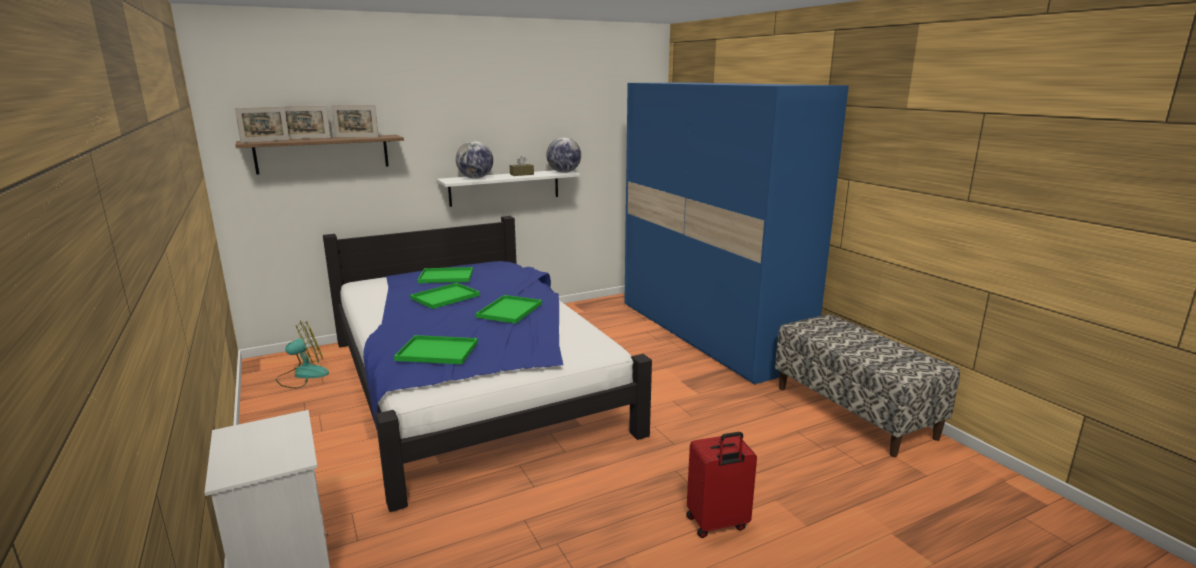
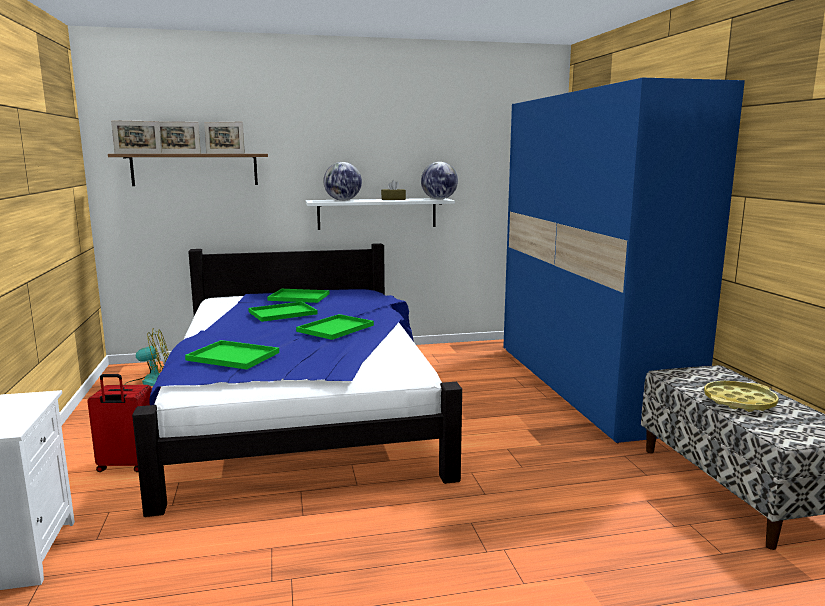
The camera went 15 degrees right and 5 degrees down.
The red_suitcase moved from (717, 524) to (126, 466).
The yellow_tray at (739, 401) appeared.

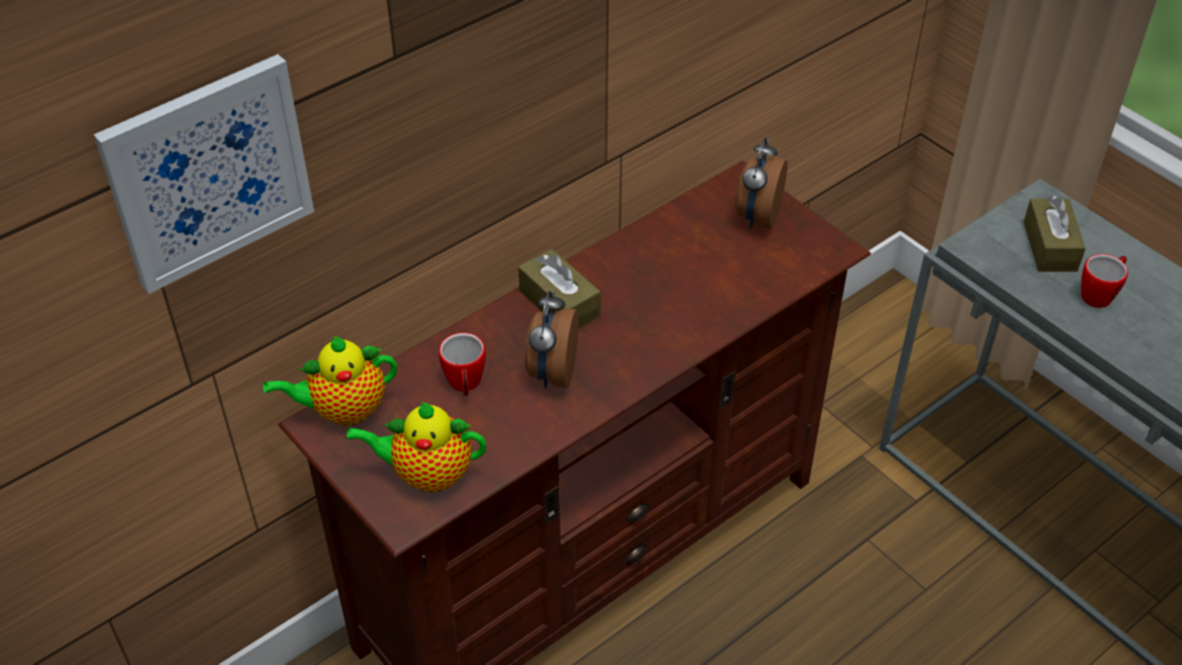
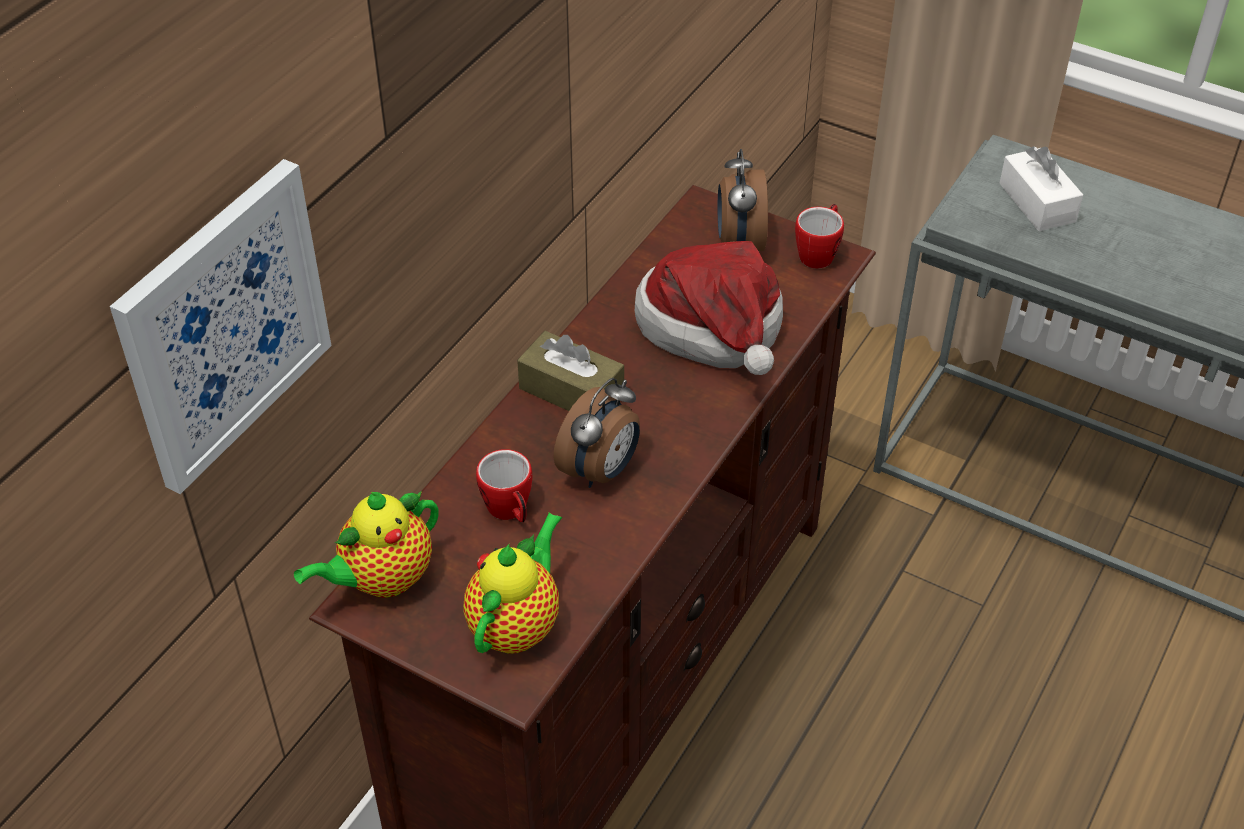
The camera went 20 degrees left and 0 degrees up.
The teapot at (427, 474) turned 135 degrees clockwise.
The alarm_clock at (551, 372) turned 135 degrees counterclockwise.
The brown_tissue_box at (1049, 246) became the white_tissue_box at (1037, 202).
The mug moved from (1100, 294) to (819, 253).
The hat at (715, 334) appeared.

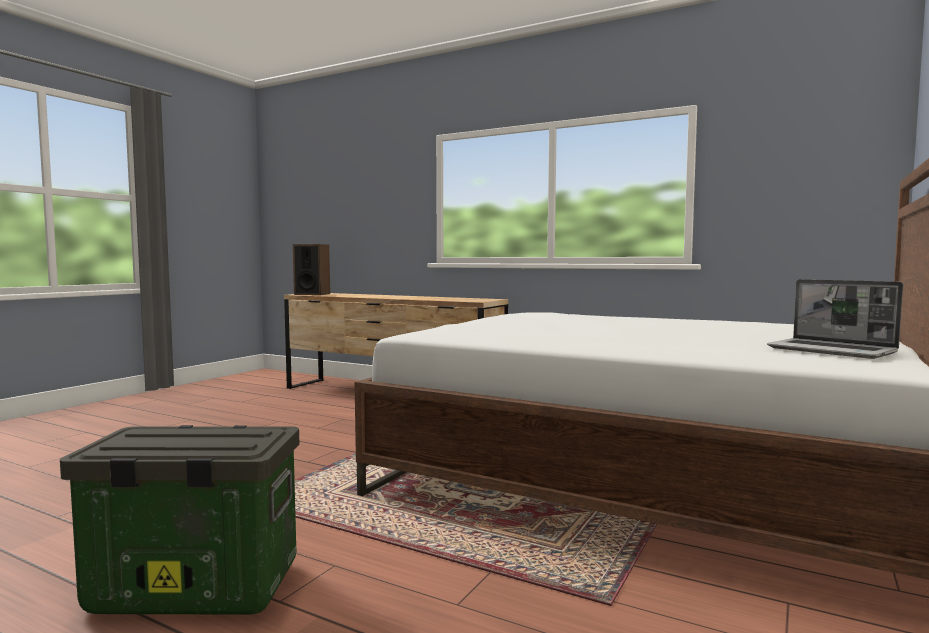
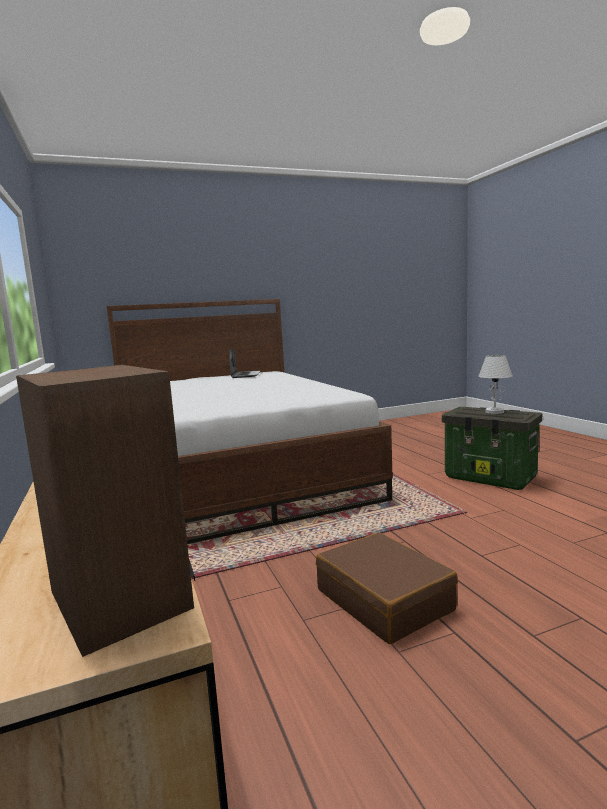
The camera went 140 degrees left and 5 degrees up.
The brown_suitcase at (384, 600) appeared.
The white_table_lamp at (494, 412) appeared.

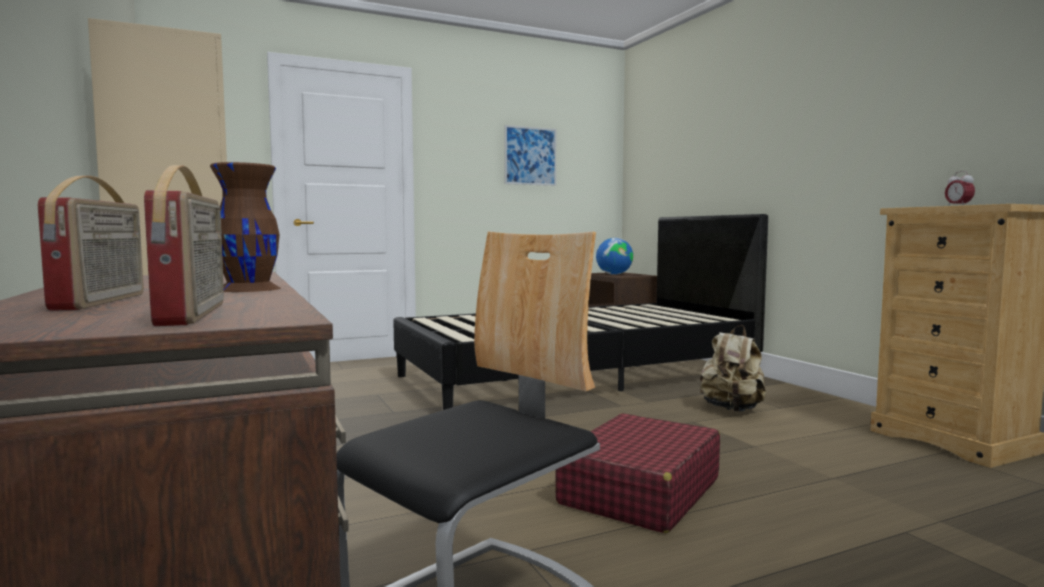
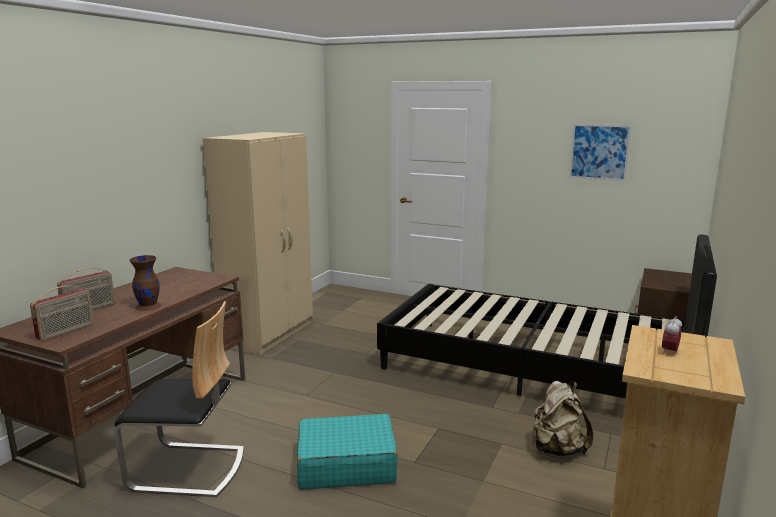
The camera went 50 degrees right and 10 degrees up.
The red_suitcase at (639, 492) became the turquoise_suitcase at (346, 464).
The globe at (614, 274) disappeared.

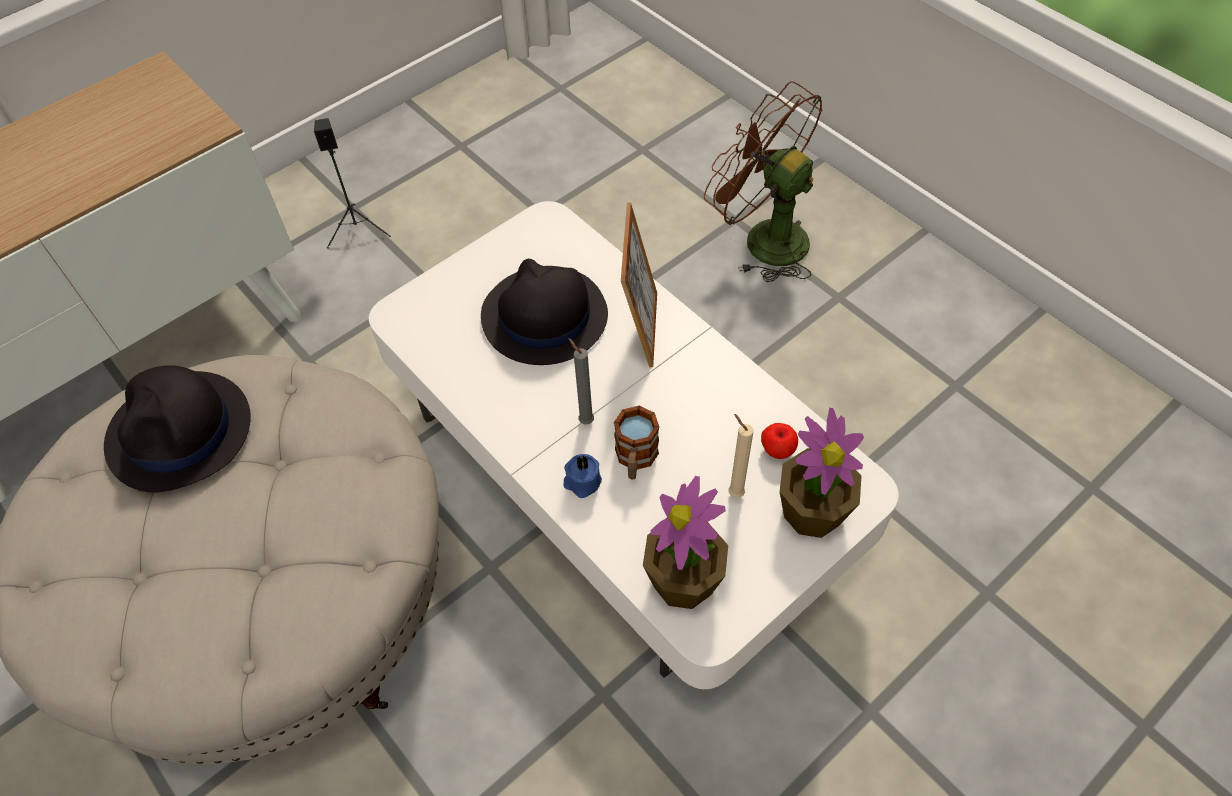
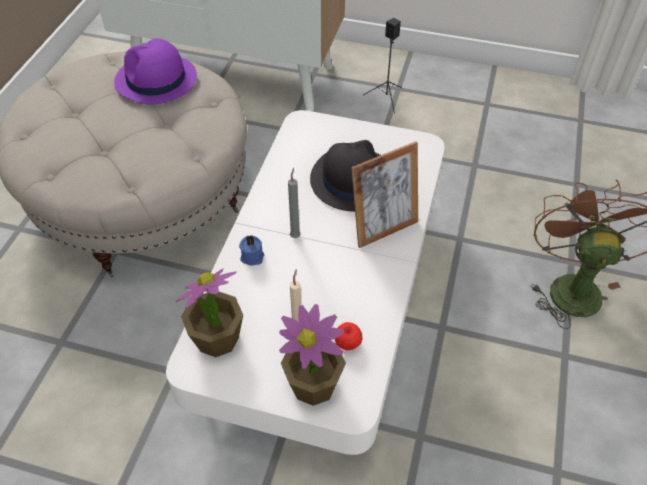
The camera went 55 degrees right and 5 degrees down.
The black_hat at (180, 433) became the purple_hat at (156, 80).
The mug at (635, 459) disappeared.

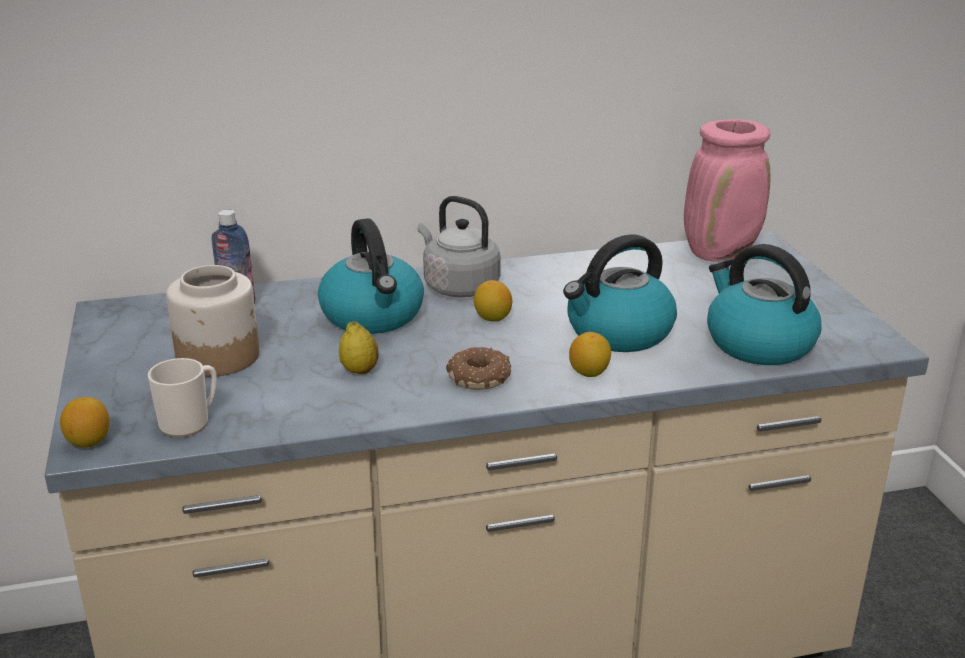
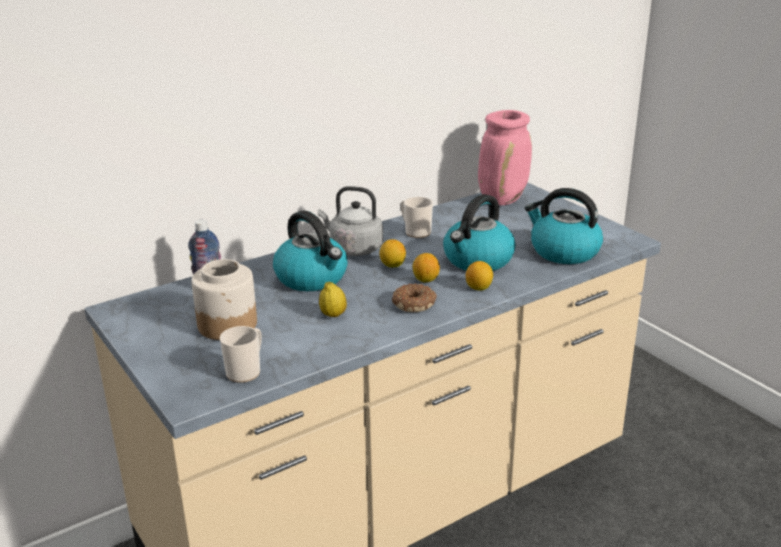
The camera went 20 degrees left and 0 degrees up.
The lemon moved from (89, 442) to (425, 280).
The mug at (415, 232) appeared.

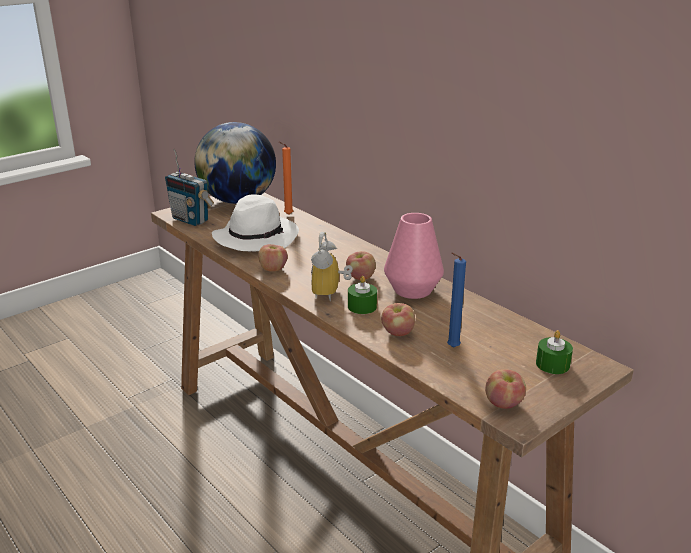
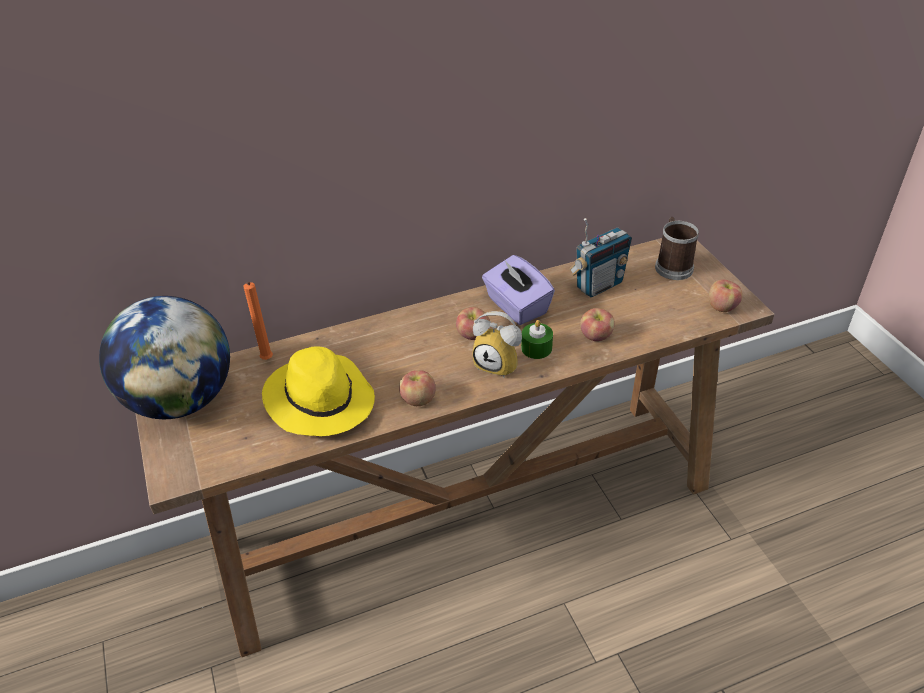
The camera went 70 degrees left and 15 degrees up.
The radio moved from (190, 220) to (598, 285).
The white_hat at (256, 237) became the yellow_hat at (319, 400).
The pink_vase at (412, 290) was replaced by the purple_tissue_box at (516, 306).
The blue_candle at (451, 348) disappeared.
The green_candle at (552, 364) was replaced by the mug at (672, 265).

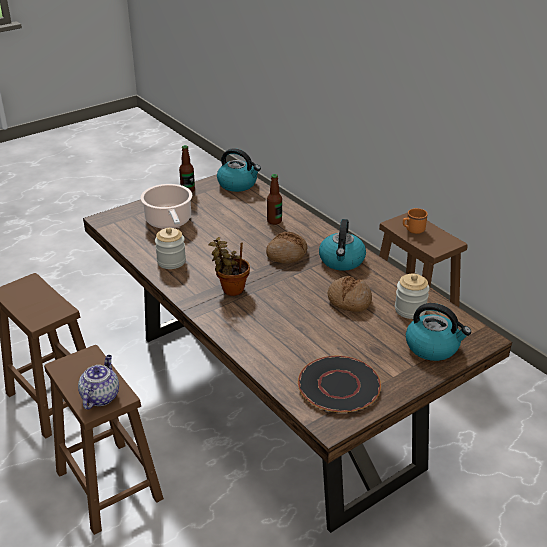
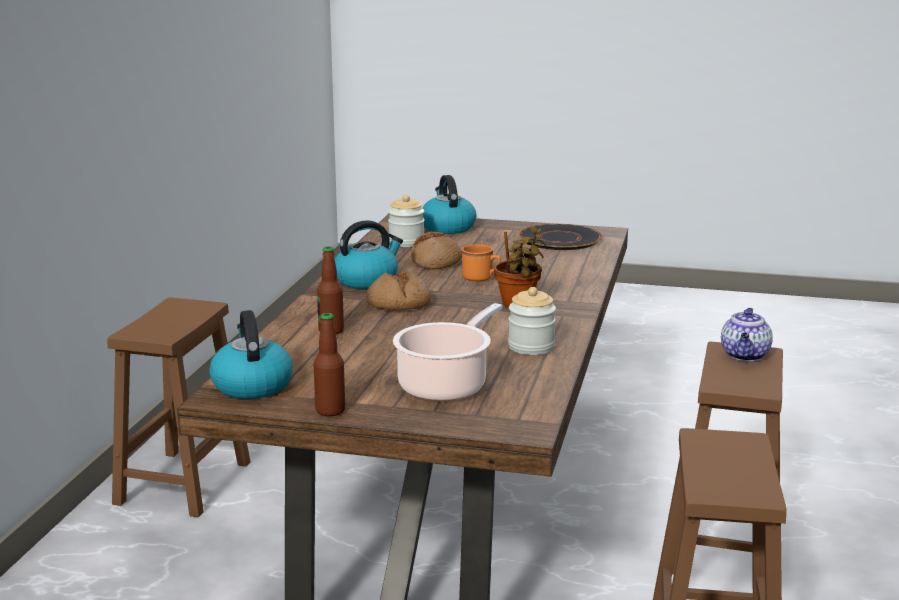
The camera went 130 degrees left and 15 degrees down.
The teapot at (100, 396) turned 45 degrees counterclockwise.
The orange_mug moved from (412, 230) to (481, 278).

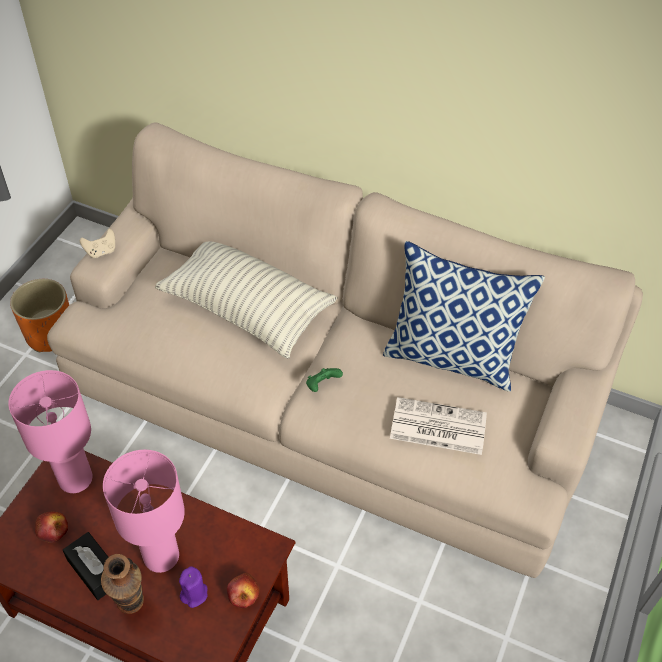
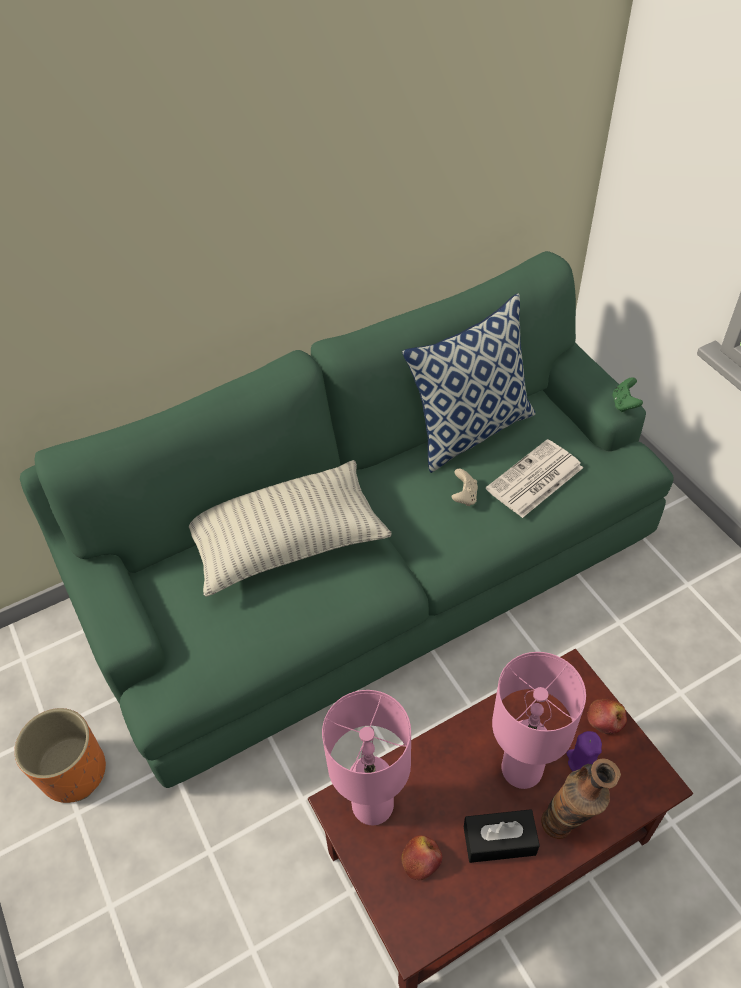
The camera went 50 degrees left and 0 degrees up.
The beige_sofa at (330, 400) became the green_sofa at (374, 568).
The beige_game_controller moved from (101, 251) to (464, 496).
The green_game_controller moved from (322, 385) to (624, 404).

